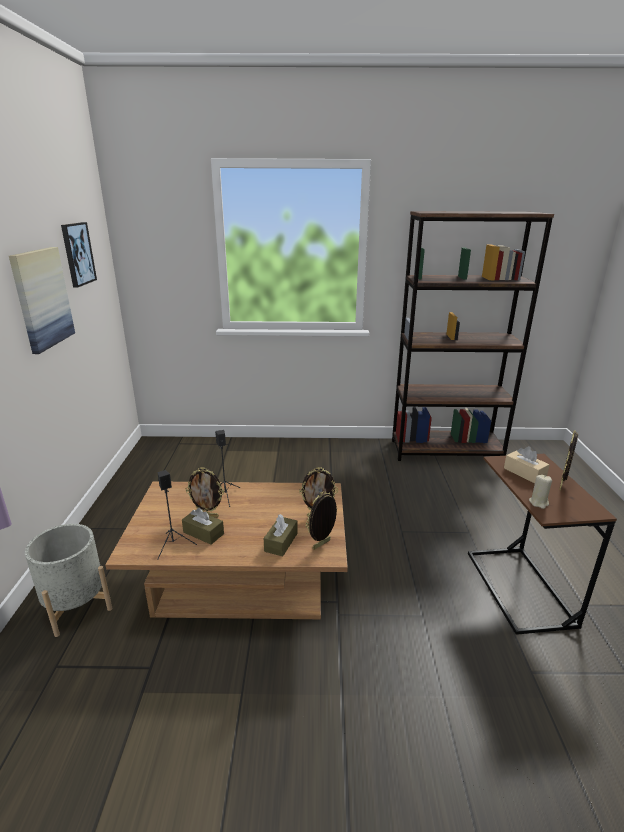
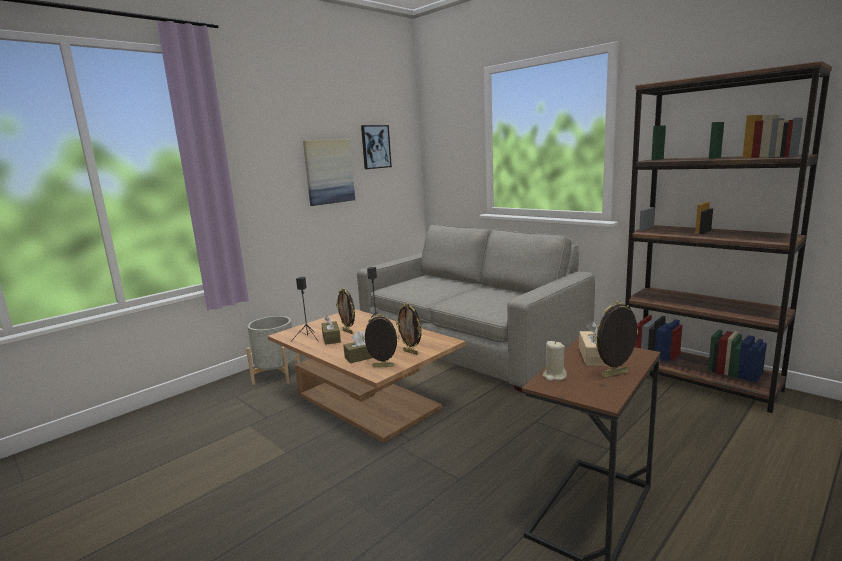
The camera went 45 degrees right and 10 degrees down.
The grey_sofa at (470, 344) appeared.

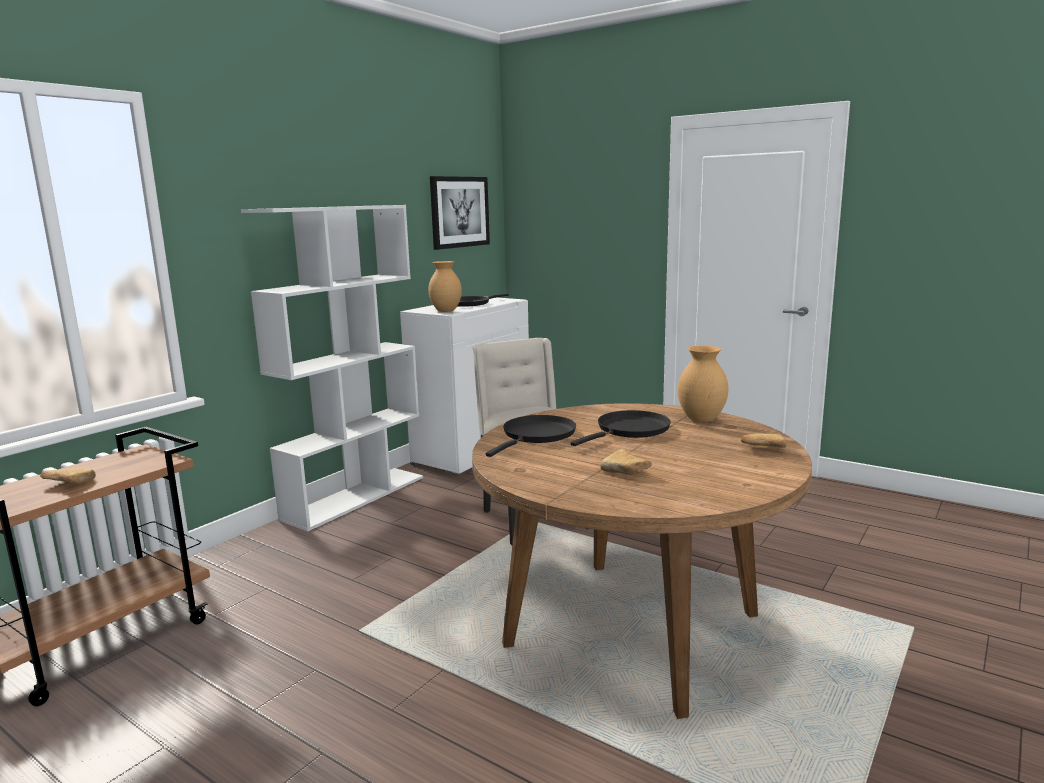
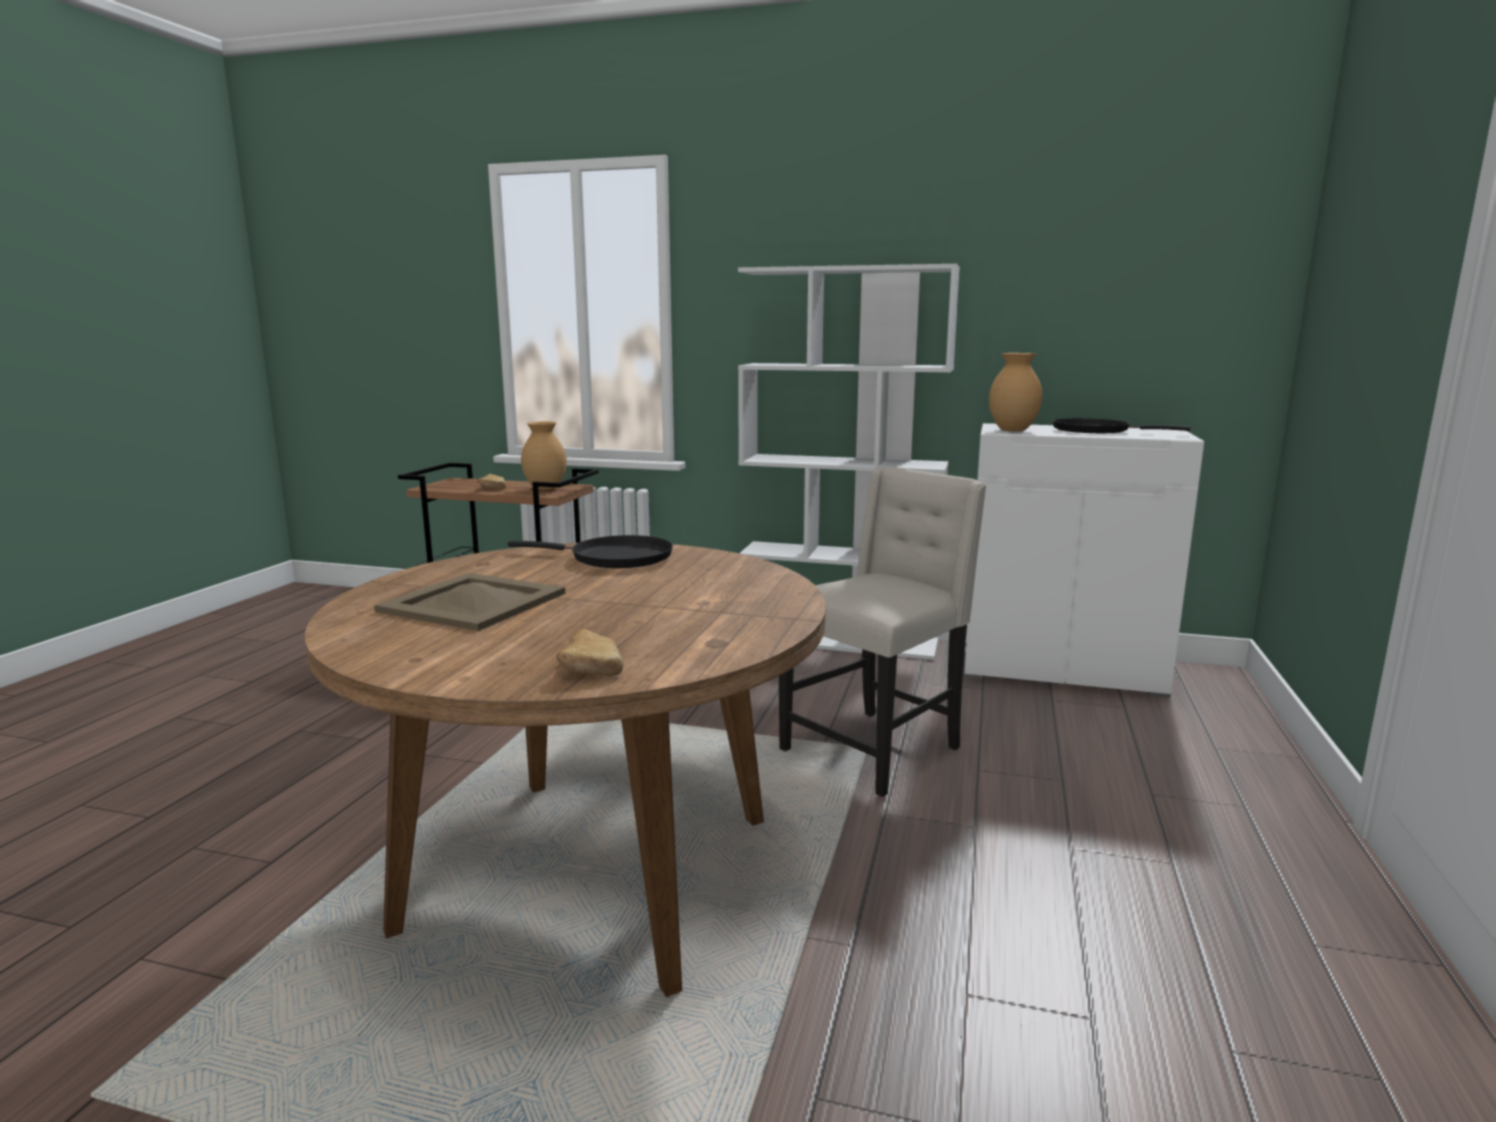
The camera went 70 degrees right and 0 degrees up.
The picture at (459, 212) disappeared.
The black_frying_pan at (630, 430) disappeared.
The bread at (627, 472) was replaced by the beige_tray at (473, 601).
The brown_vase moved from (702, 419) to (545, 489).

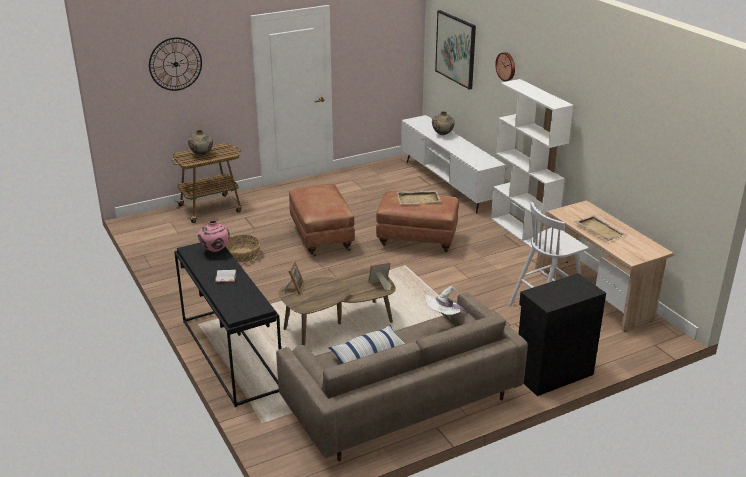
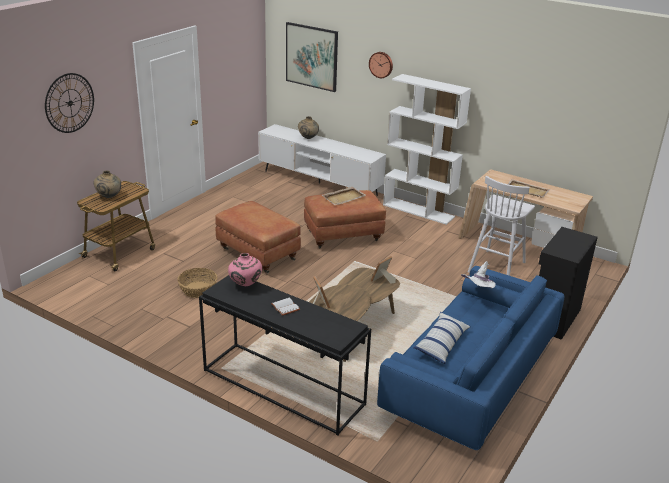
The camera went 30 degrees left and 0 degrees up.
The beige_sofa at (401, 402) became the blue_sofa at (470, 379).

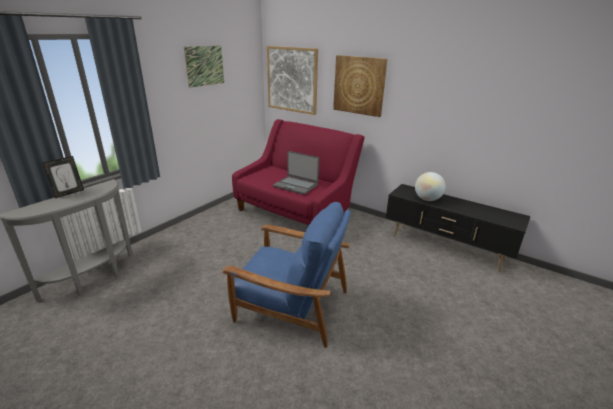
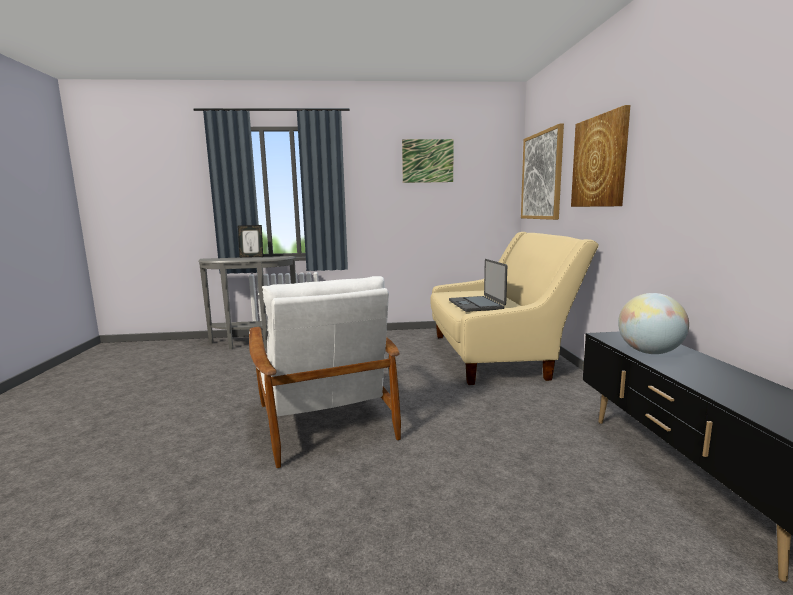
The camera went 50 degrees right and 15 degrees down.
The blue_armchair at (290, 306) became the white_armchair at (324, 420).
The red_sofa at (295, 212) became the beige_sofa at (496, 355).

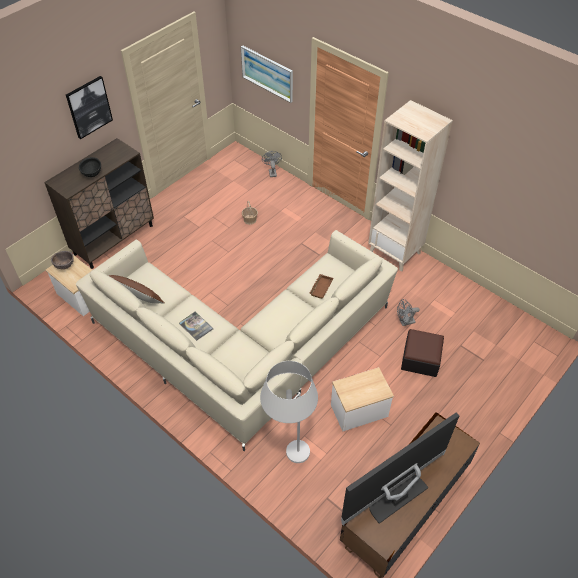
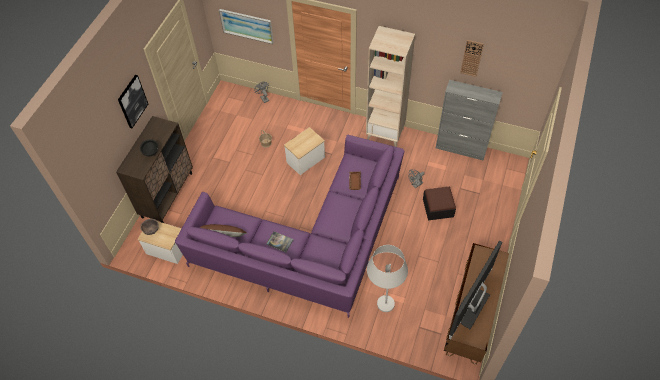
The camera went 20 degrees left and 5 degrees up.
The beige_sofa at (242, 346) became the purple_sofa at (310, 244).
The side_table moved from (359, 410) to (305, 160).
The grey_cabinet at (461, 148) appeared.
The wall_clock at (471, 58) appeared.

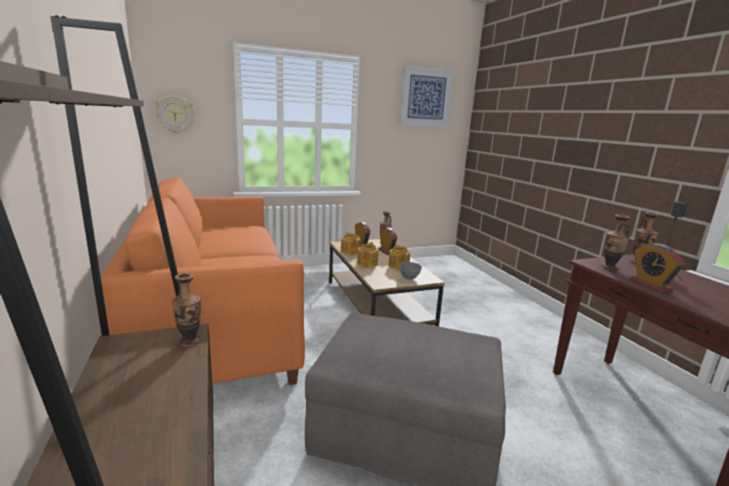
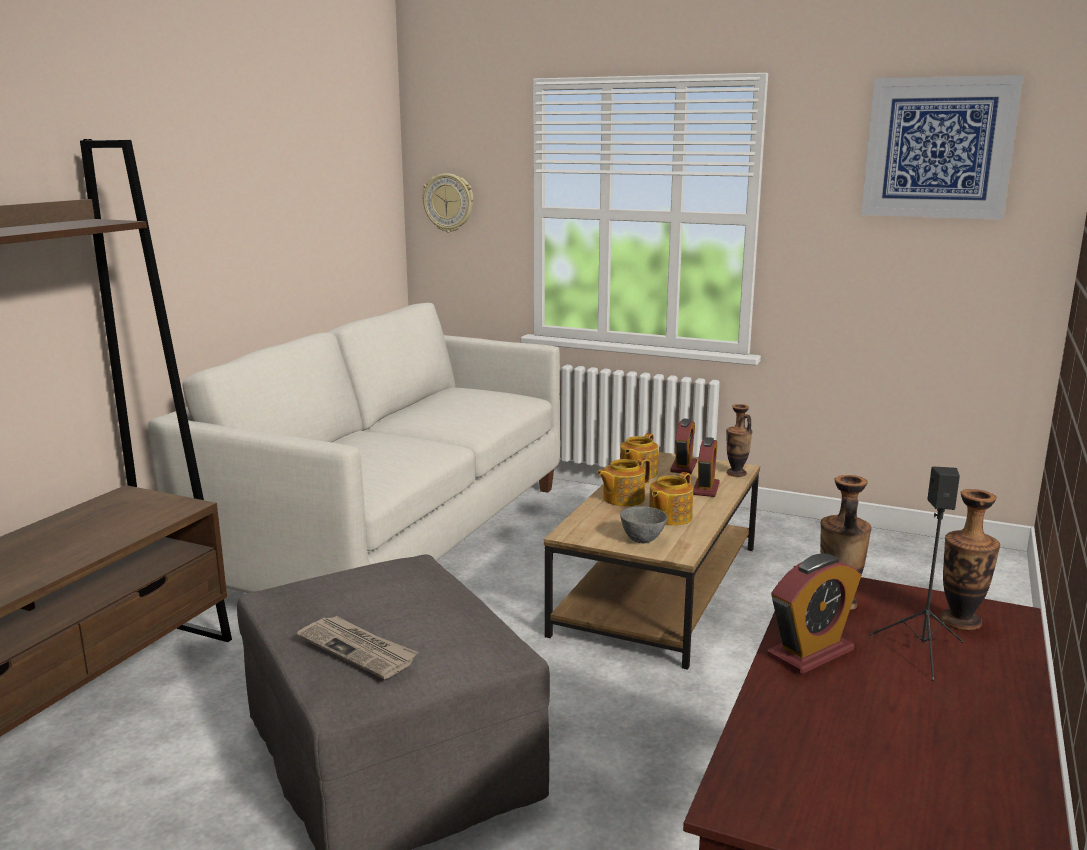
The camera went 45 degrees right and 0 degrees up.
The orange_sofa at (216, 323) became the white_sofa at (392, 537).
The vase at (190, 341) disappeared.
The alarm_clock at (650, 285) turned 150 degrees counterclockwise.
The newspaper at (358, 649) appeared.

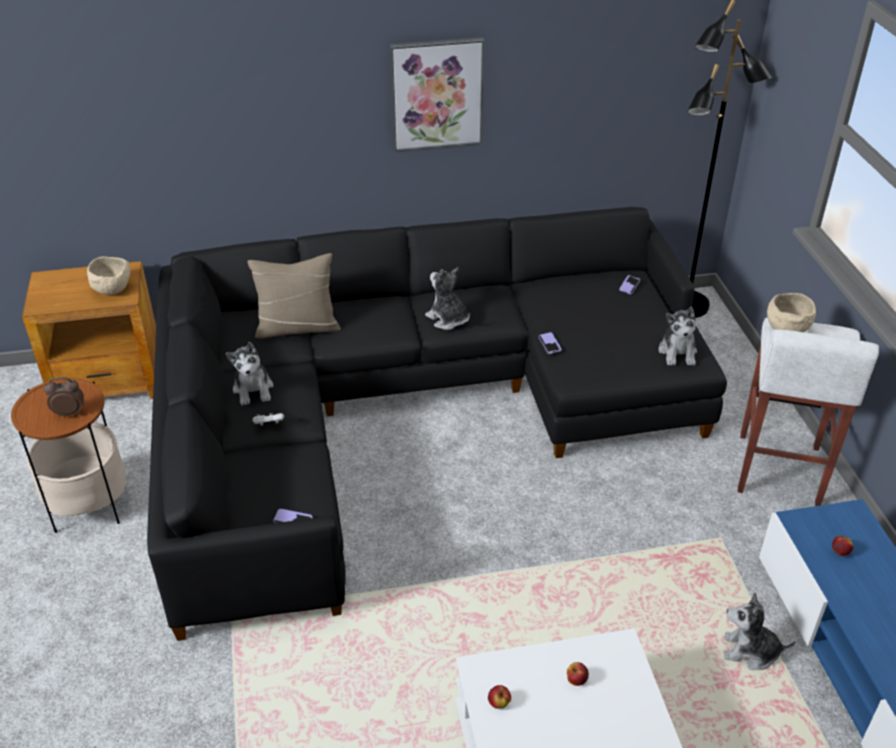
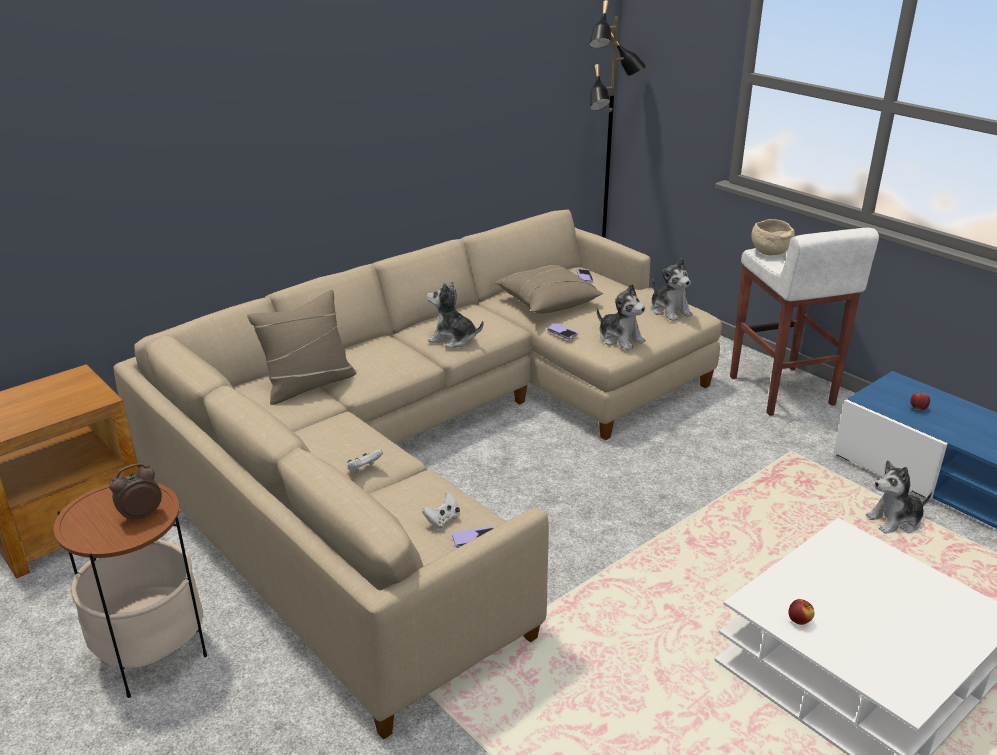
The camera went 30 degrees left and 10 degrees down.
The beige_bowl at (113, 289) disappeared.
The black_sofa at (408, 410) became the beige_sofa at (436, 447).
The plush_toy moved from (253, 389) to (620, 339).
The picture at (437, 94) disappeared.
The apple at (576, 680) disappeared.
The white_game_controller at (442, 520) appeared.
The beige_pillow at (547, 302) appeared.

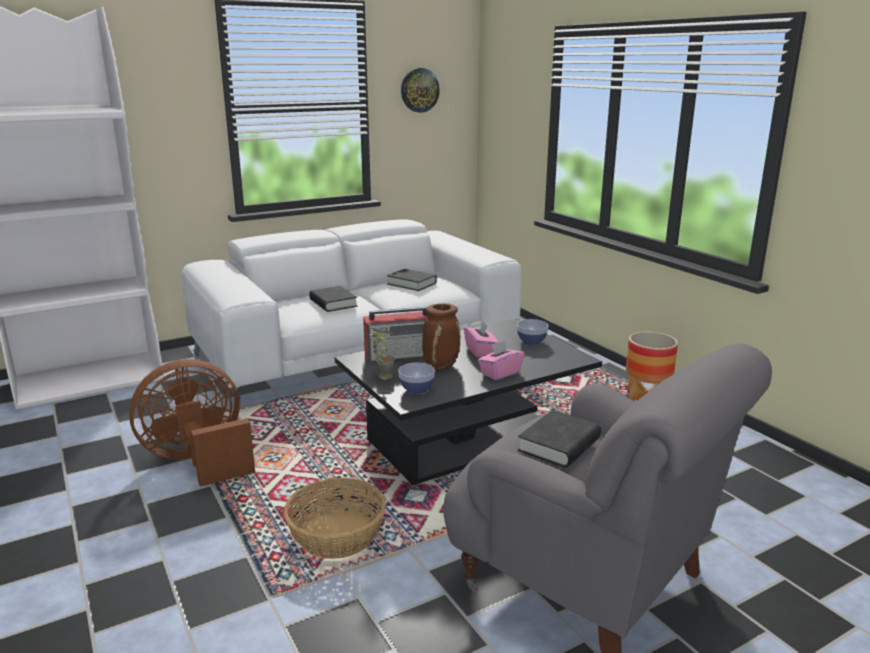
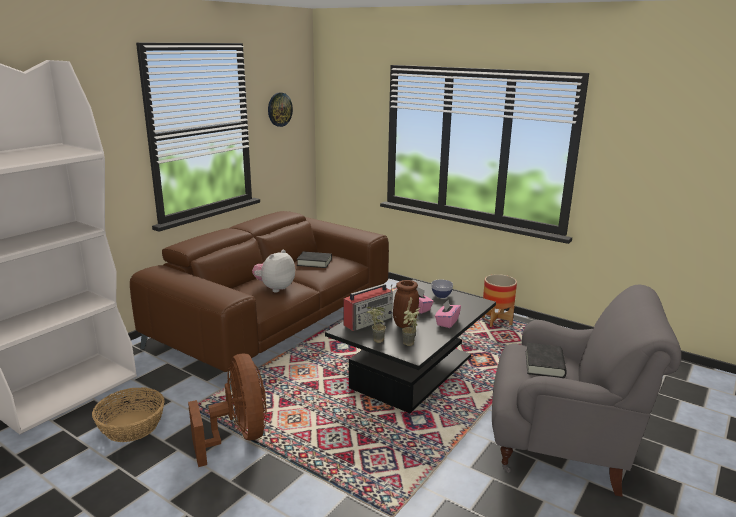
The camera went 25 degrees left and 0 degrees up.
The brown_fan at (199, 461) turned 120 degrees clockwise.
The white_sofa at (357, 351) became the brown_sofa at (275, 321).
The basket moved from (336, 535) to (131, 426).
The black_book at (333, 303) was replaced by the plush_toy at (275, 288).
The bowl at (416, 389) was replaced by the potted_plant at (409, 345).

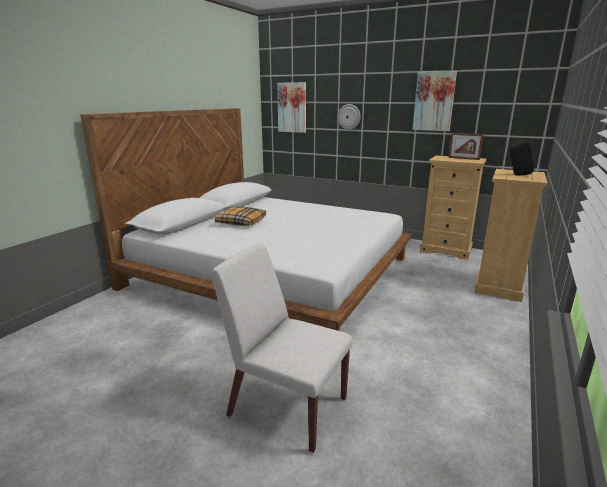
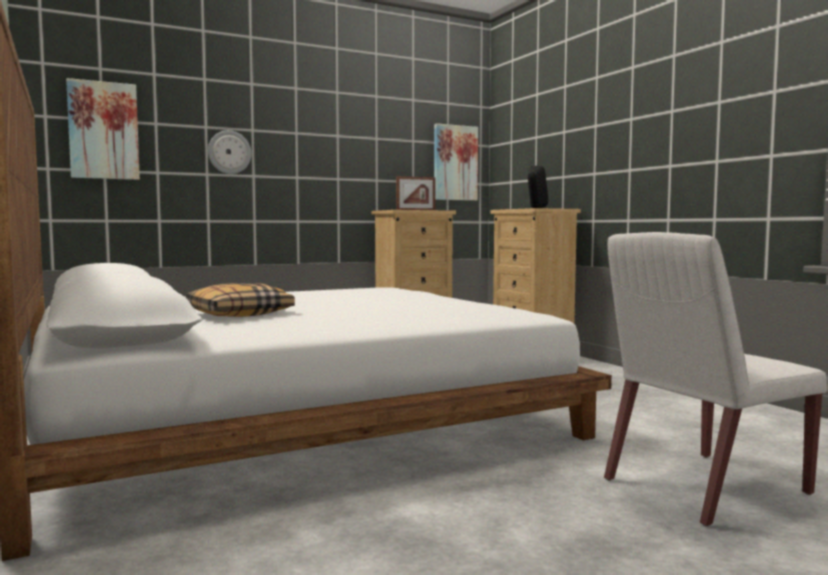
The camera went 55 degrees left and 15 degrees down.
The picture moved from (434, 101) to (455, 163).

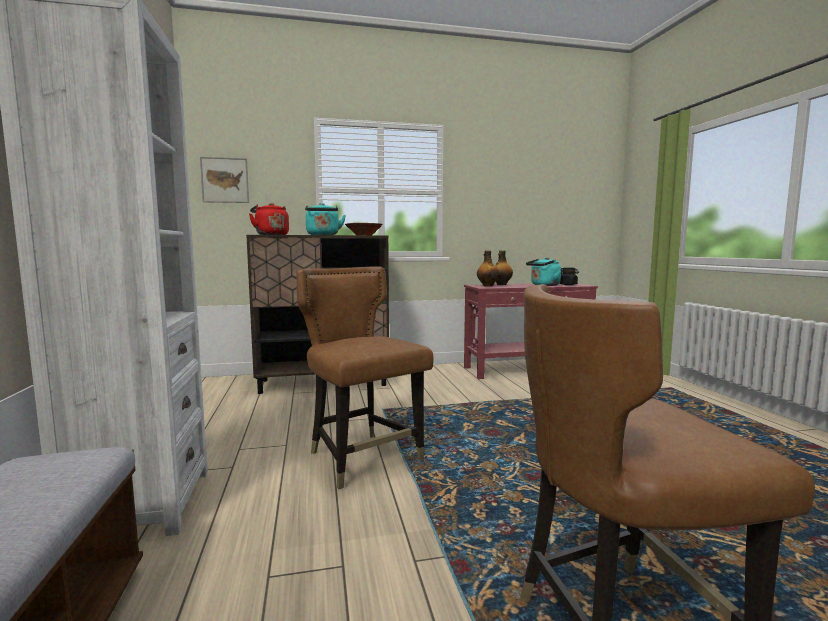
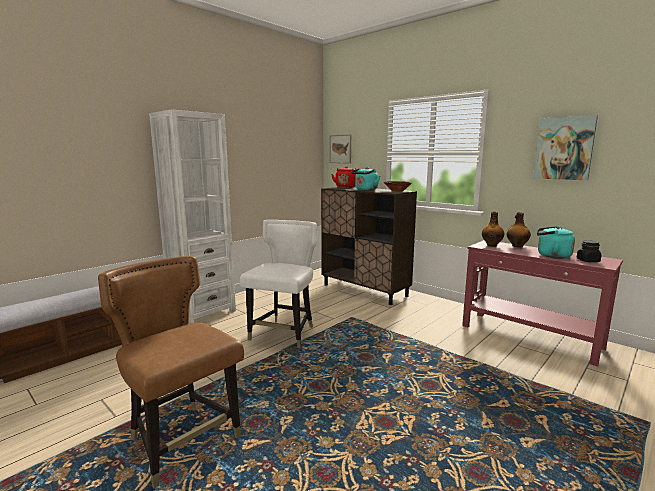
The camera went 55 degrees right and 5 degrees up.
The brown_chair at (363, 458) became the white_chair at (284, 334).
The picture at (564, 148) appeared.

